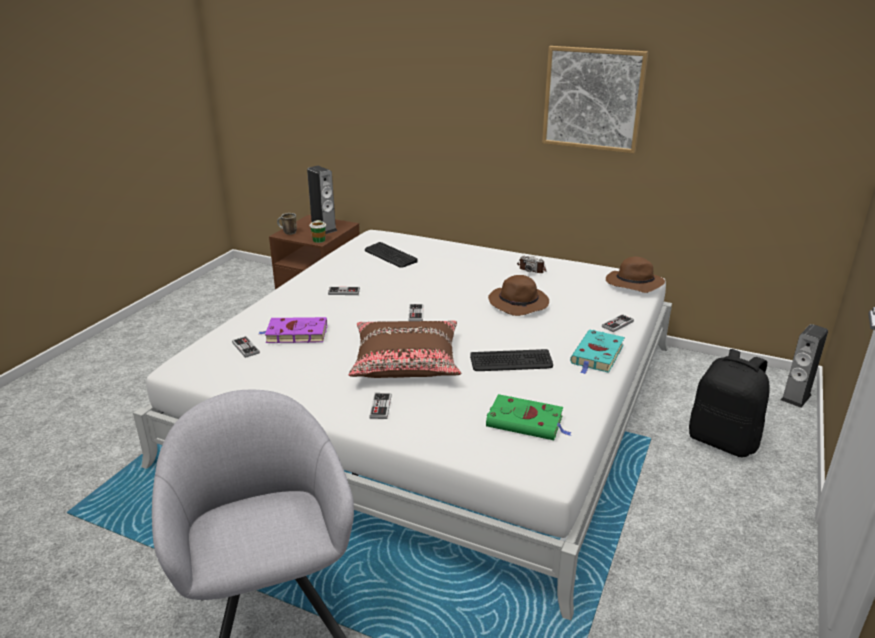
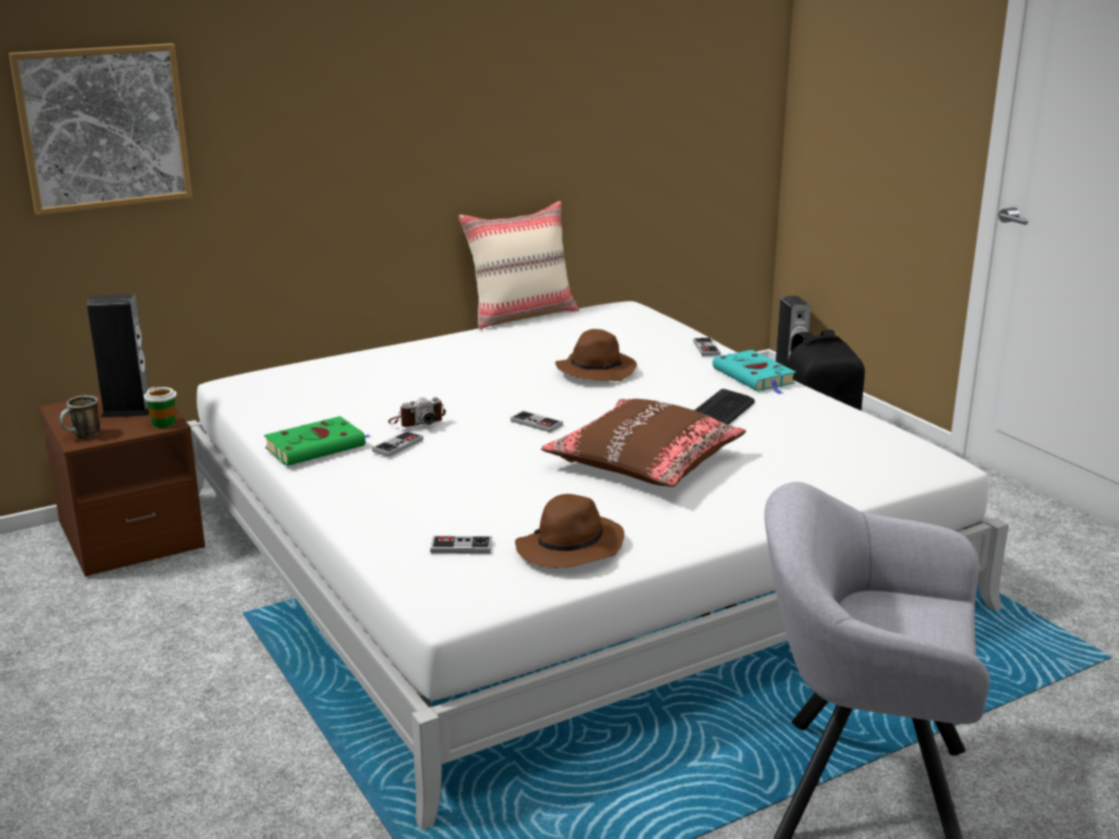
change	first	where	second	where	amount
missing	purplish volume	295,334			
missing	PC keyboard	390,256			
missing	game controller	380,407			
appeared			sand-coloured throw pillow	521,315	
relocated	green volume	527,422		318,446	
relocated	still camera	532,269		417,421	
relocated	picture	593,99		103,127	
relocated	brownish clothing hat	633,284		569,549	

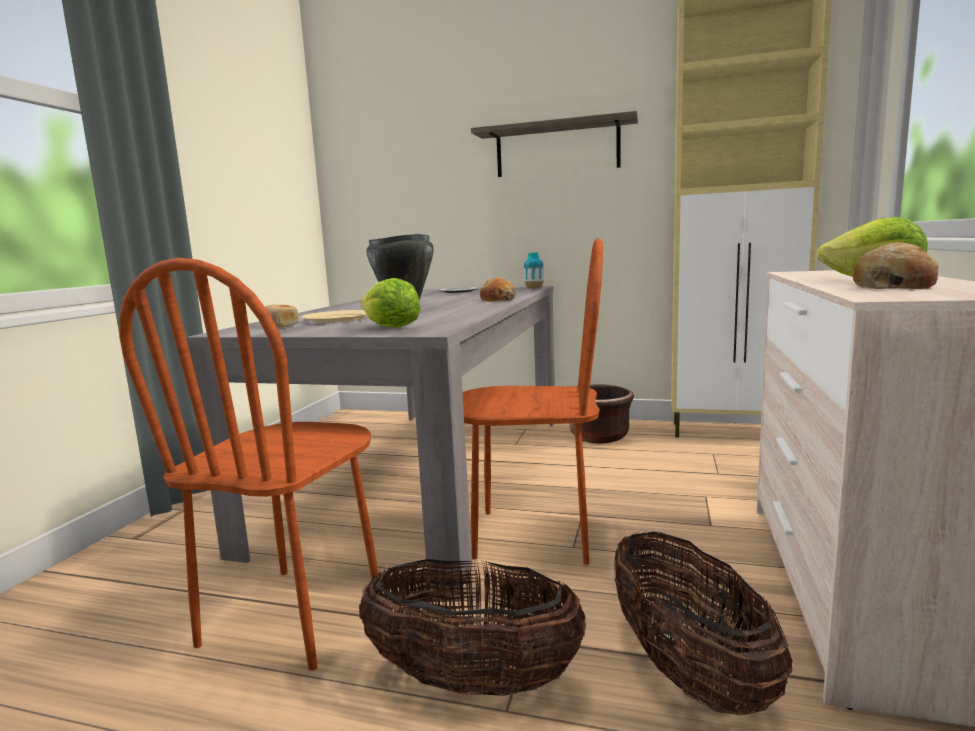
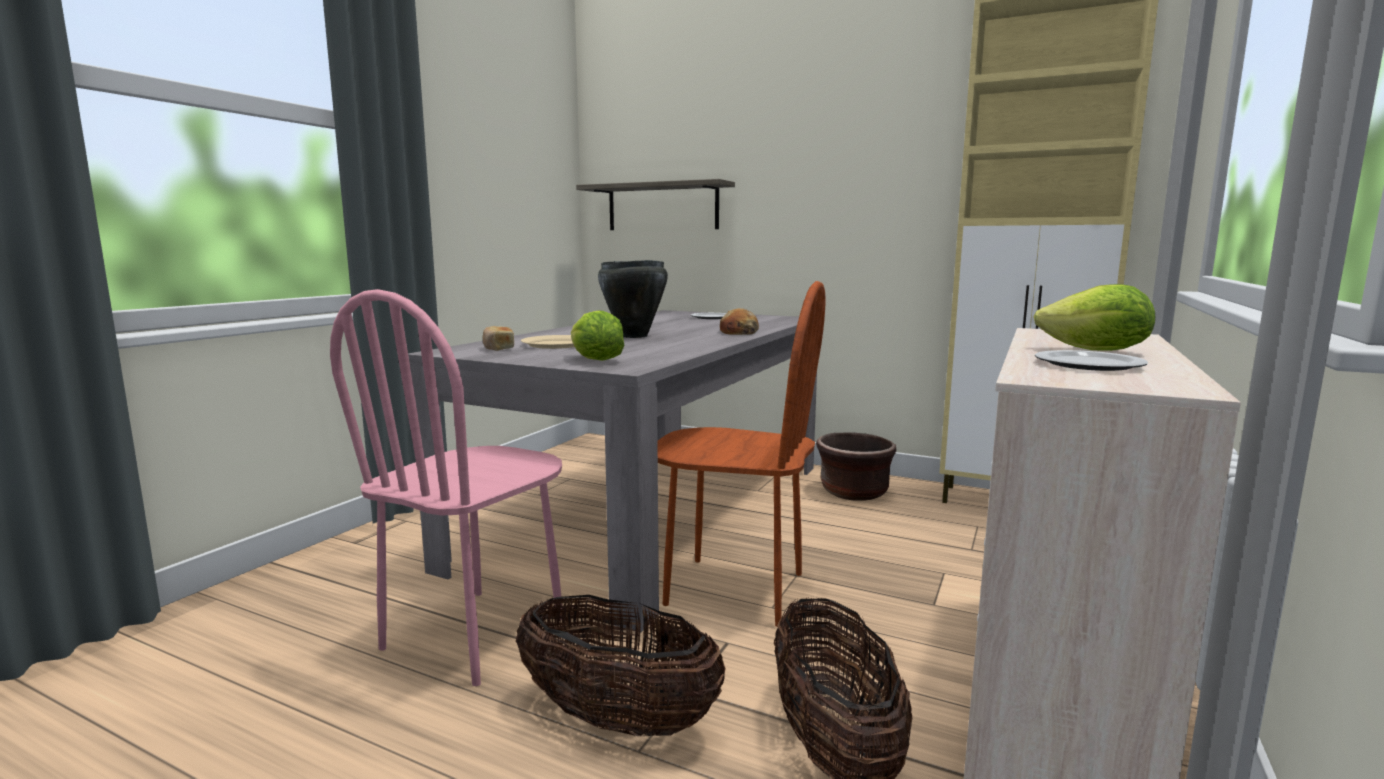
change	first	where	second	where	amount
missing	decorative vase	534,288			
relocated	bracket shelf	557,149		662,207	
exchanged	bread	893,286	flat dish	1086,364	
colour	brownish upright chair	294,614	pink-coloured upright chair	475,633	

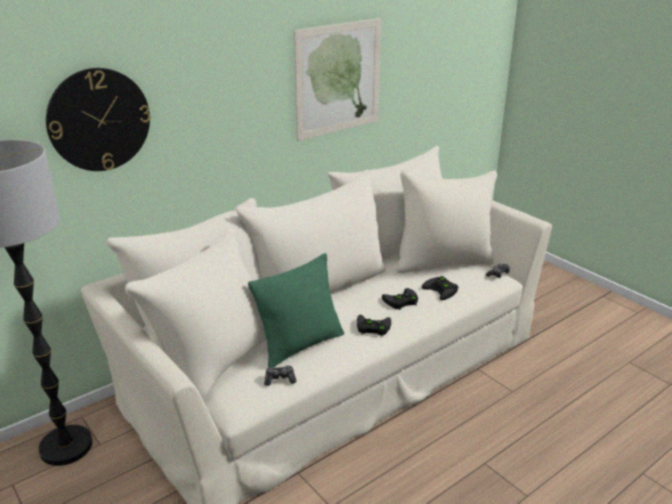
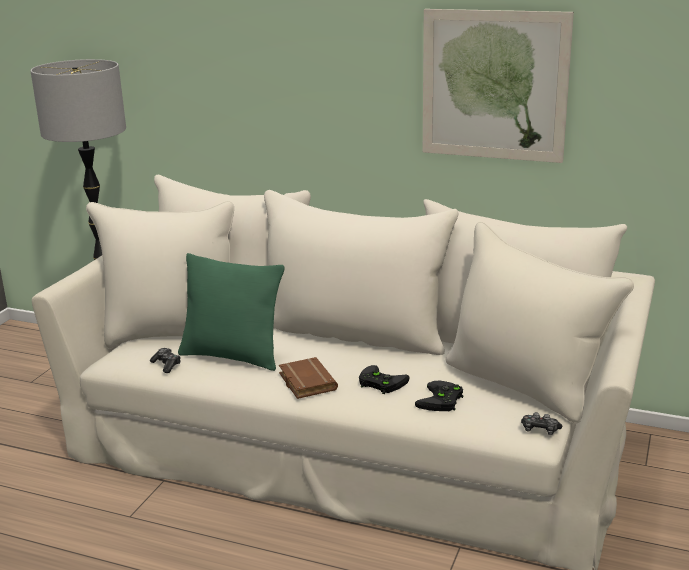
change	first	where	second	where	amount
missing	wall clock	99,120			
exchanged	black game controller	372,327	brownish volume	305,382	

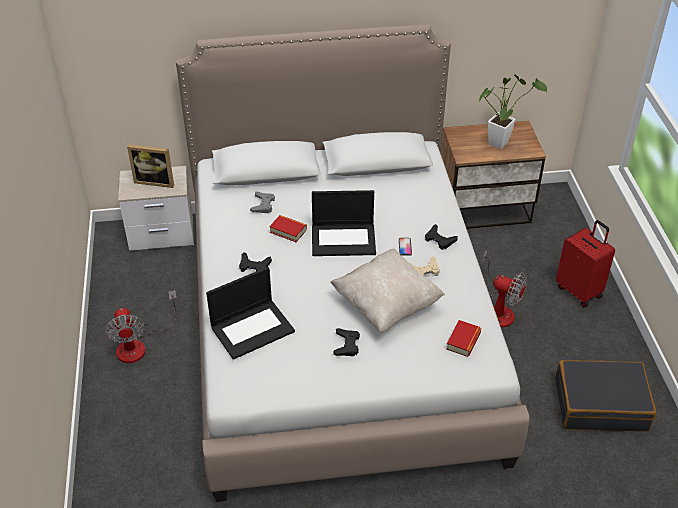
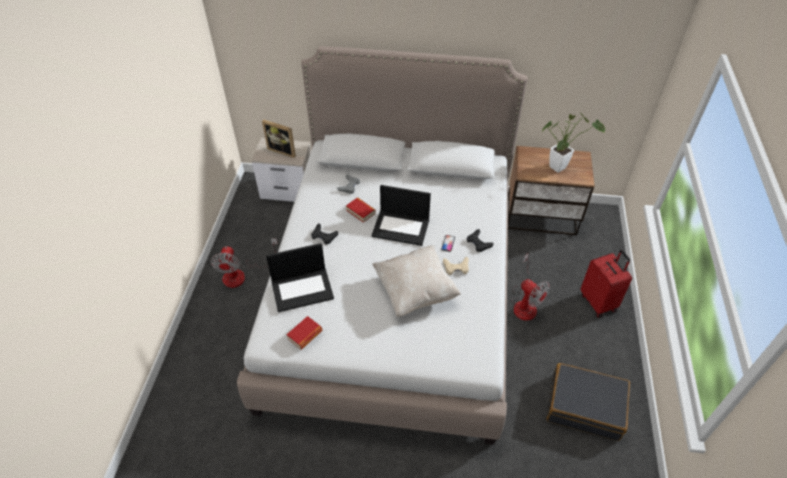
change	first	where	second	where	amount
missing	black game controller	346,345			
relocated	volume	463,341		305,335	

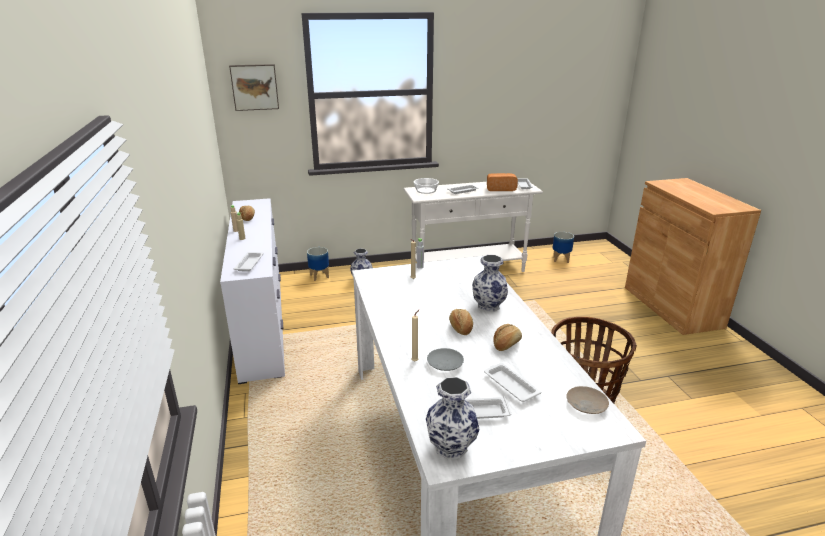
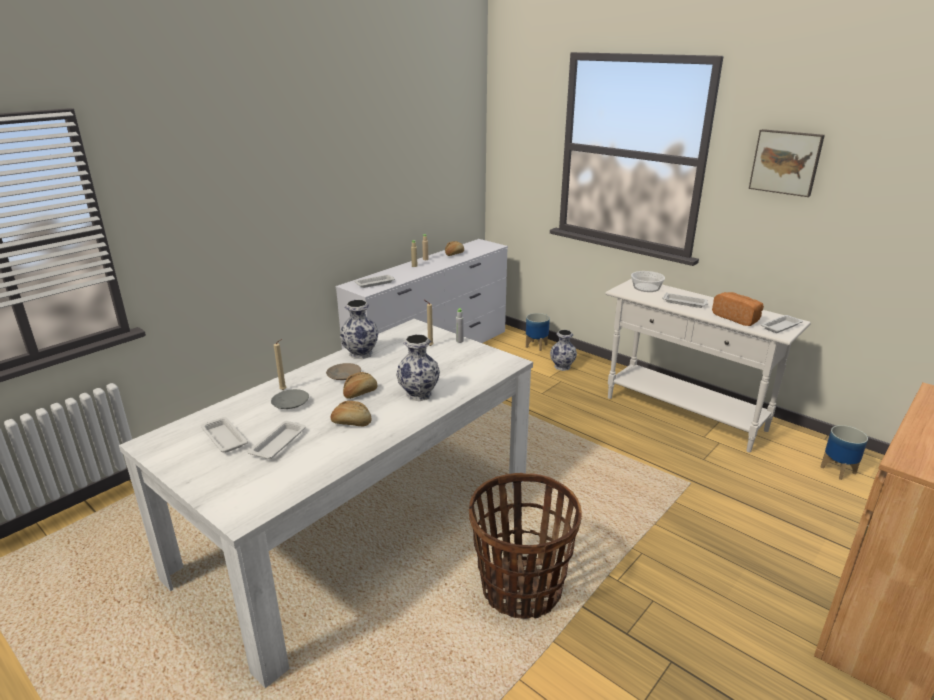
change	first	where	second	where	amount
relocated	picture	254,87		786,162	
relocated	decorative vase	451,446		361,353	
relocated	sand-coloured flat dish	586,405		343,376	

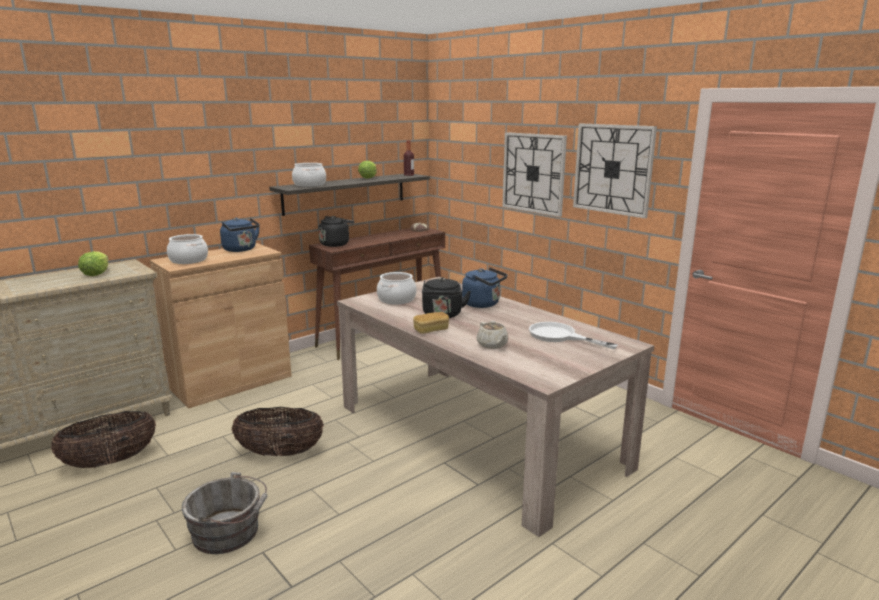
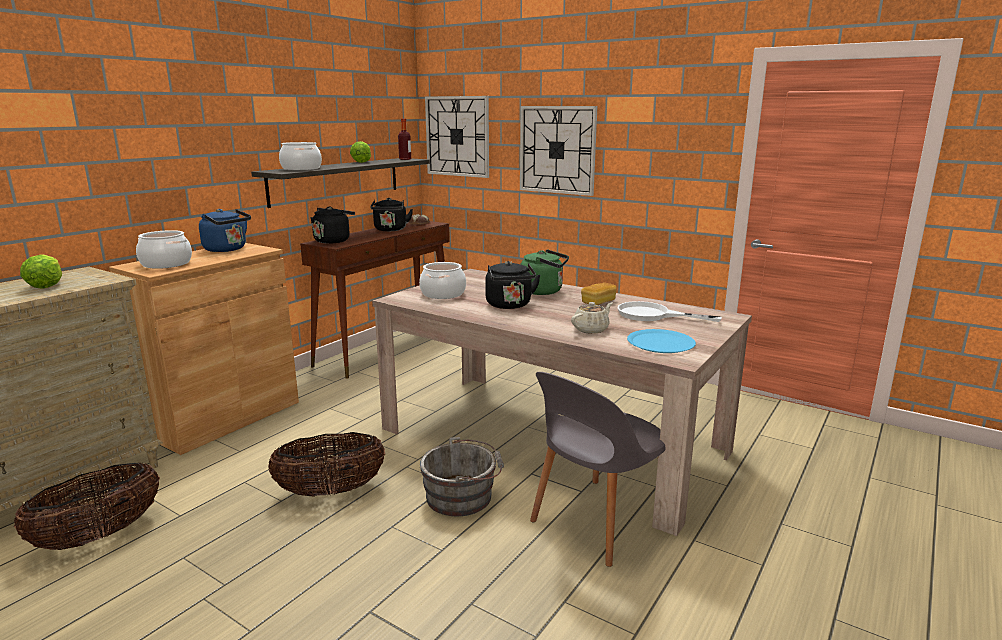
change	first	where	second	where	amount
appeared			black tea kettle	390,230	
appeared			greyish upright chair	597,521	
appeared			bluish flat dish	660,343	
relocated	greyish pail	229,532		463,497	
relocated	bread	431,330		598,302	
relocated	wall clock	613,169		457,136	
colour	bluish tea kettle	483,304	green tea kettle	544,291	
spun	sand-coloured tea pot	492,345		591,329	90 degrees counterclockwise

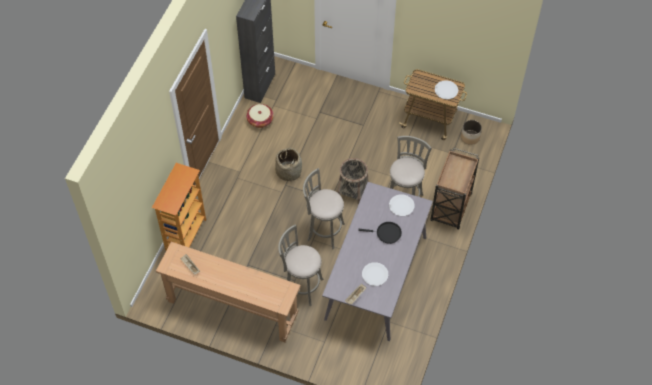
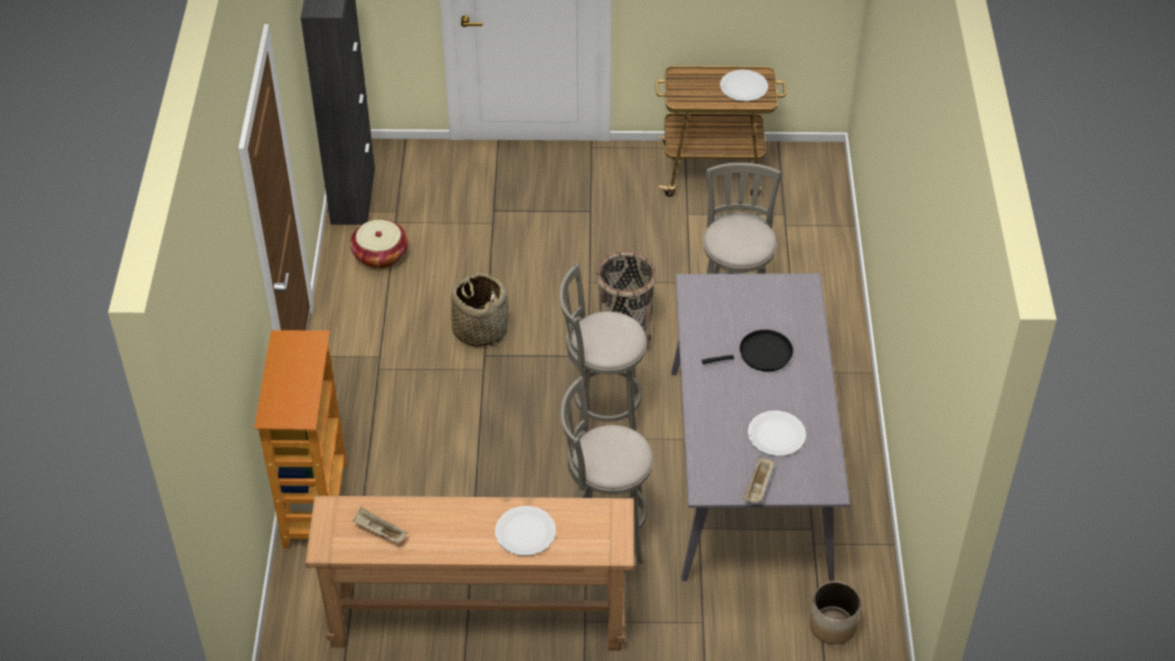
change	first	where	second	where	amount
missing	brownish trolley	451,208			
relocated	white-coloured flat dish	401,206		525,532	
relocated	flower pot	470,137		832,625	

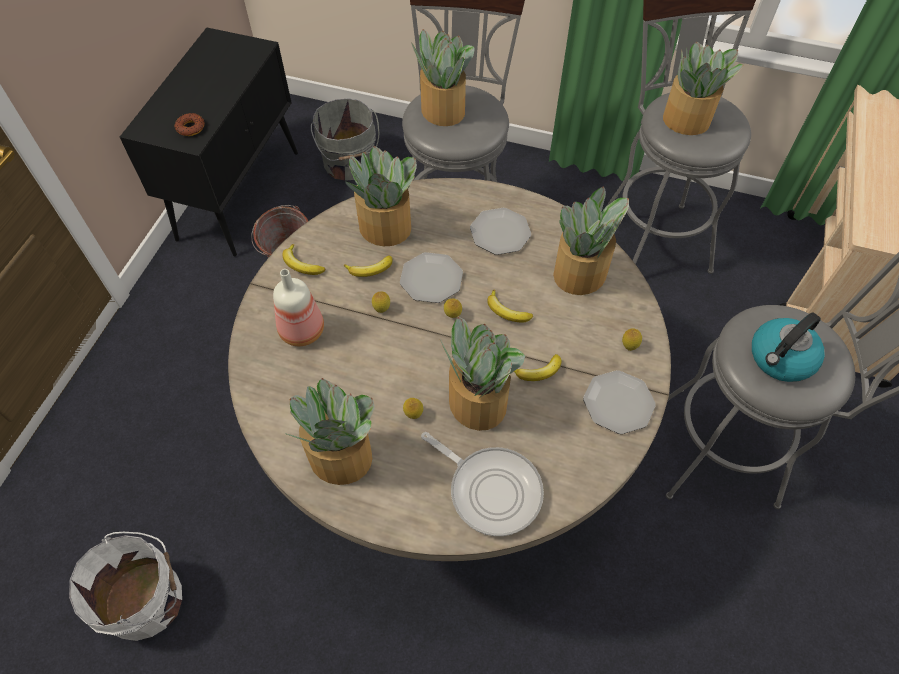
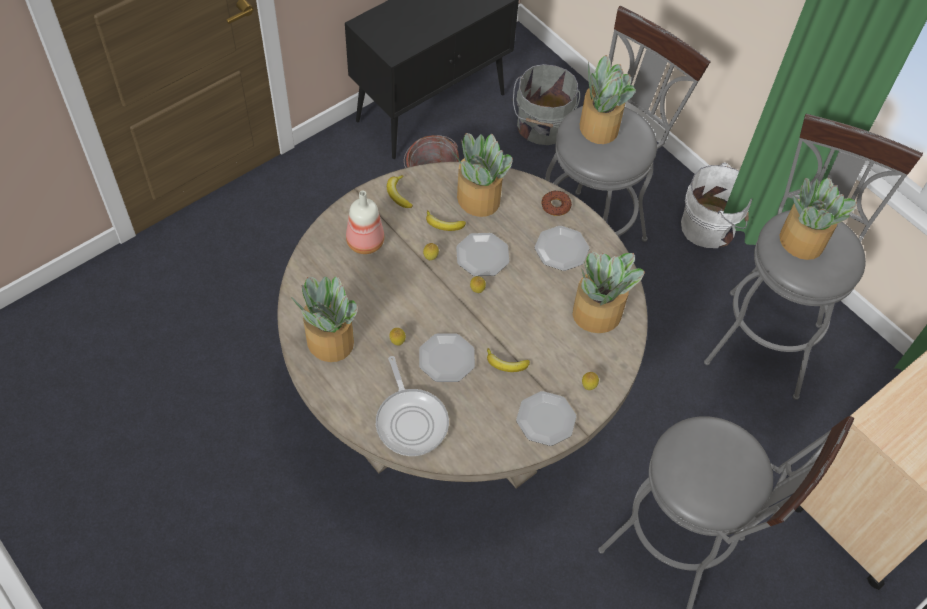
change	first	where	second	where	amount
missing	banana	506,312			
missing	tea kettle	780,359			
relocated	white-coloured pail	148,599		711,226	
relocated	ring doughnut	190,128		555,206	
exchanged	houseplant	477,402	flat dish	447,359	

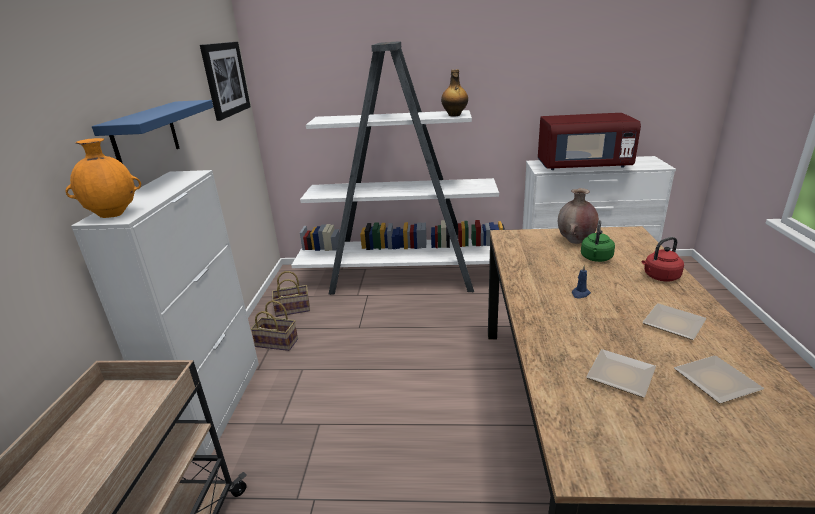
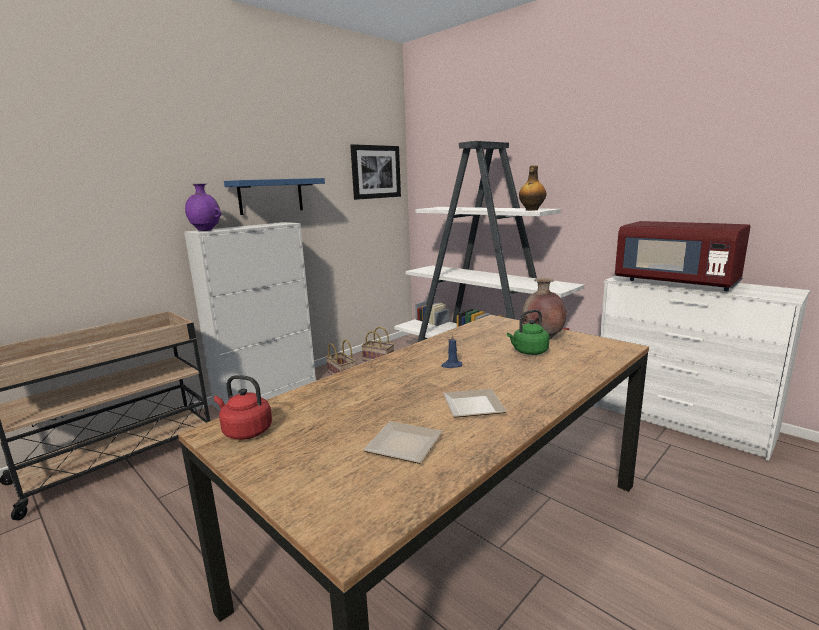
change	first	where	second	where	amount
missing	flat dish	622,377			
relocated	red-coloured tea kettle	659,277		245,431	
colour	orangey decorative vase	114,214	purplish decorative vase	206,230	

